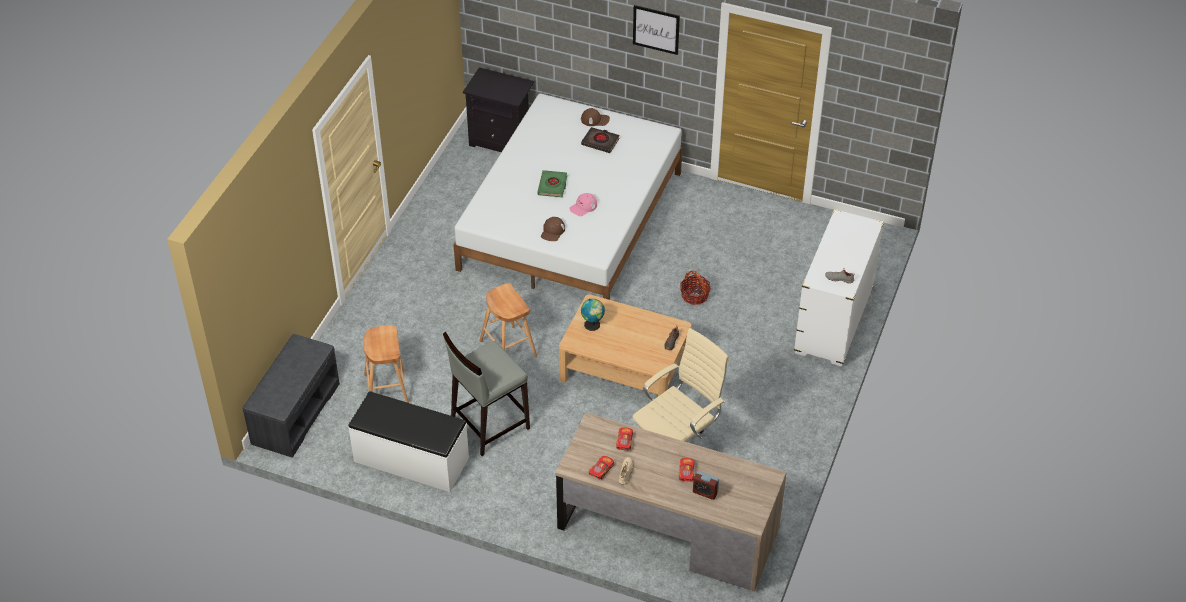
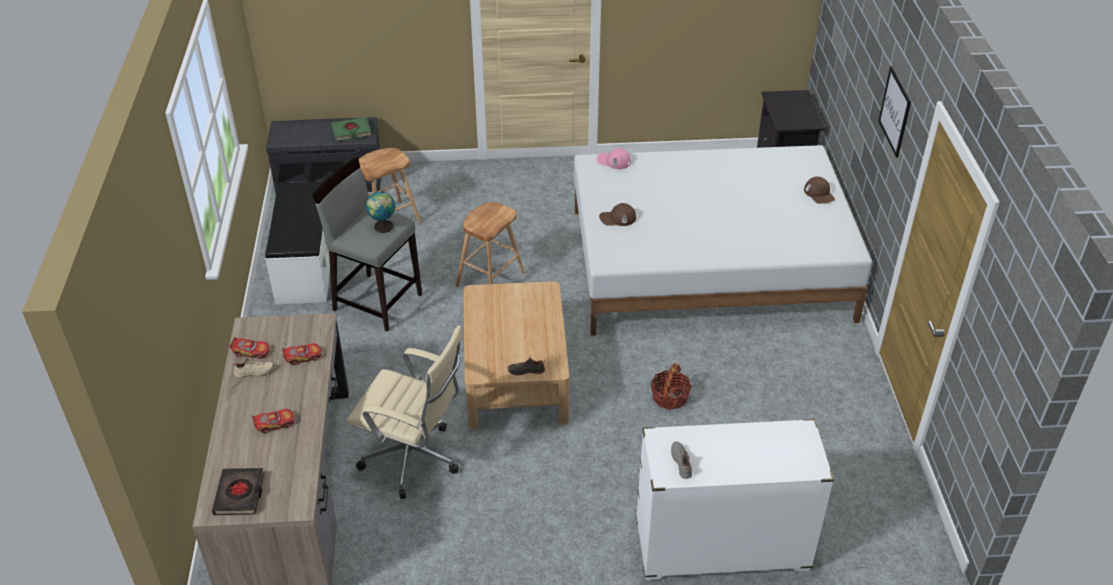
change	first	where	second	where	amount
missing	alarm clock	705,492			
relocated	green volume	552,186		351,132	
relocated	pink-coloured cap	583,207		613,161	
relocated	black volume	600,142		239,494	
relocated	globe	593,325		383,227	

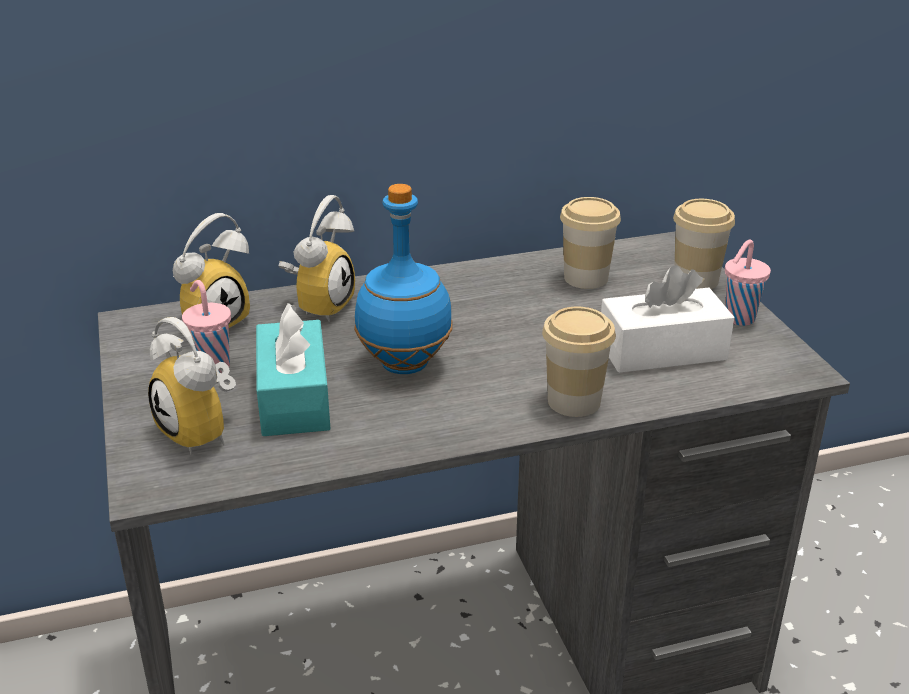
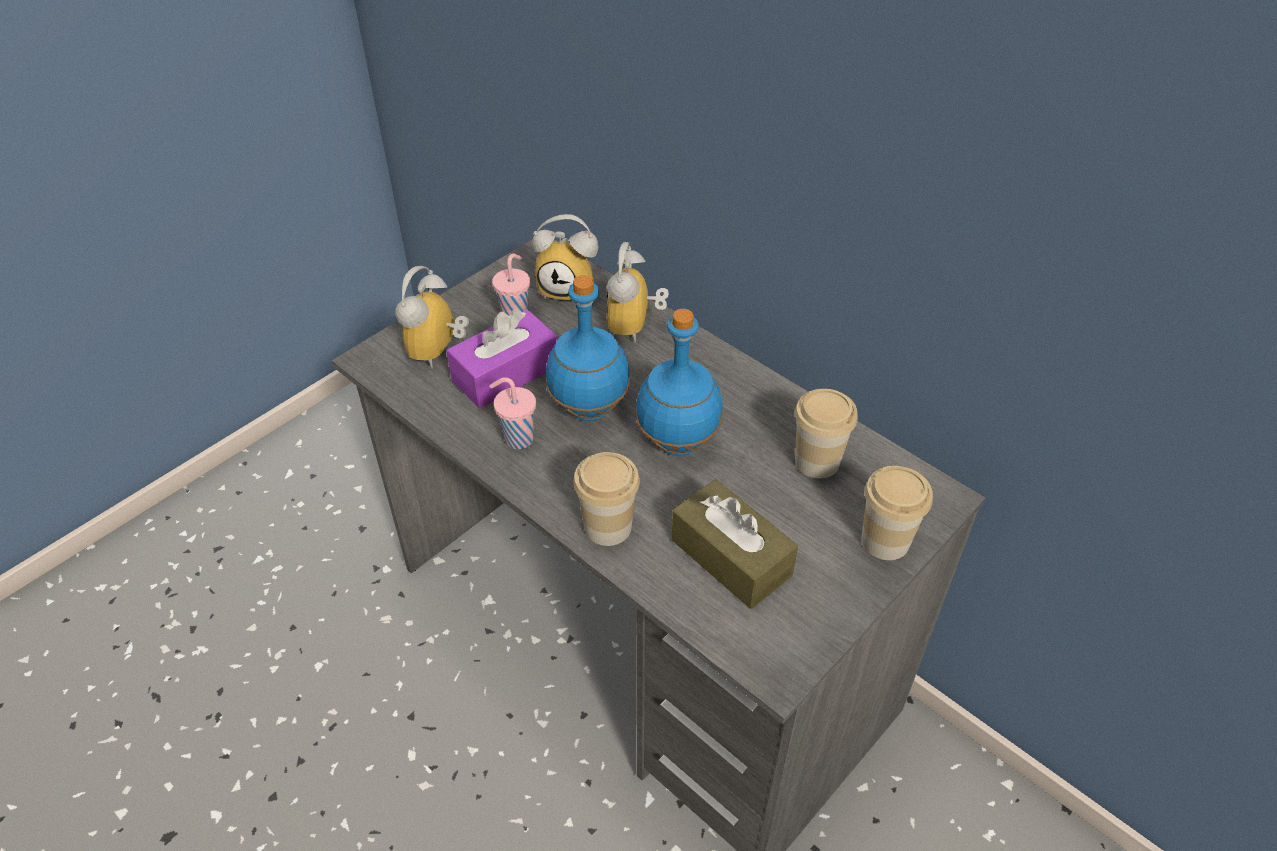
change	first	where	second	where	amount
appeared			bluish beverage bottle	676,443	
relocated	pink-coloured drinking cup	738,319		517,439	
colour	turquoise tissue holder	294,398	purplish tissue holder	505,373	
colour	white-coloured tissue holder	662,351	brownish tissue holder	731,557	
spun	alarm clock	319,305		636,327	105 degrees clockwise

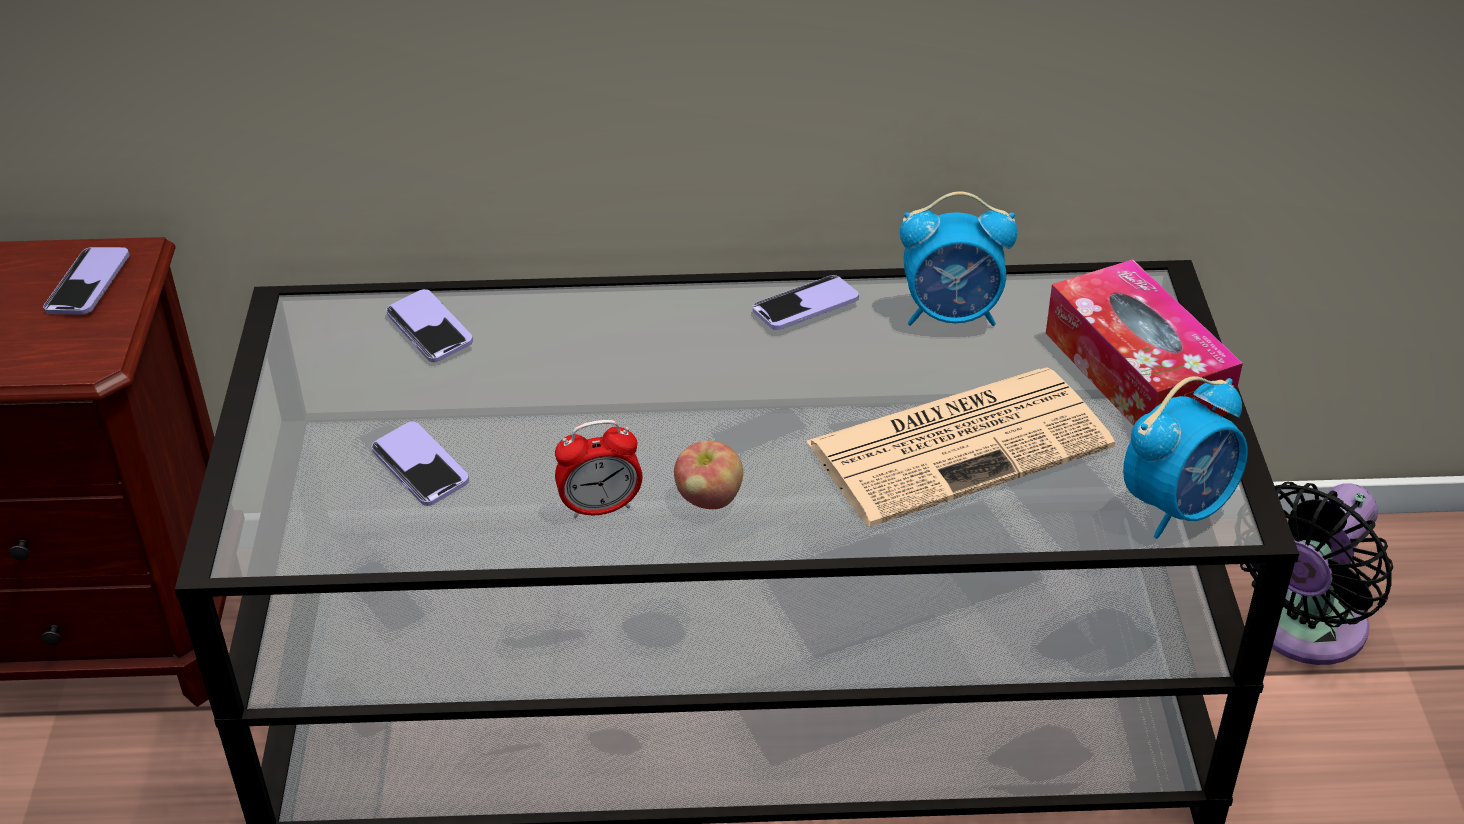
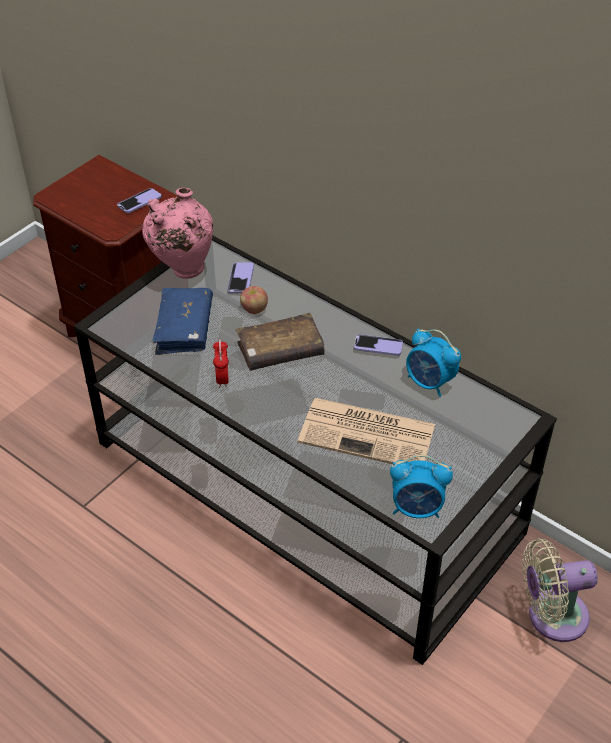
change	first	where	second	where	amount
missing	tissue holder	1136,372			
appeared			pink-coloured decorative vase	183,270	
appeared			brownish volume	280,351	
relocated	apple	709,498		254,309	
exchanged	telephone	420,466	bluish volume	184,328	
colour	black electric fan	1301,629	sand-coloured electric fan	551,616	
spun	alarm clock	601,507		222,378	120 degrees counterclockwise

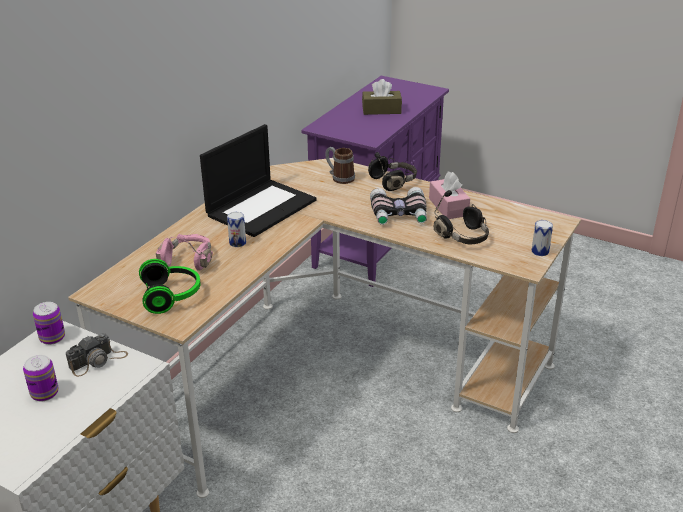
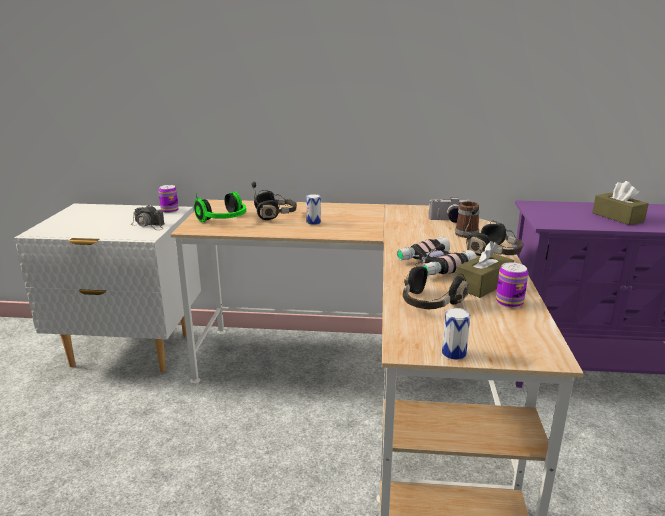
change	first	where	second	where	amount
missing	laptop	261,207			
appeared			still camera	448,221	
relocated	metal can	44,393		509,302	
colour	pink-coloured headset	189,260	black headset	275,215	
colour	pink-coloured tissue holder	448,207	brownish tissue holder	483,285	

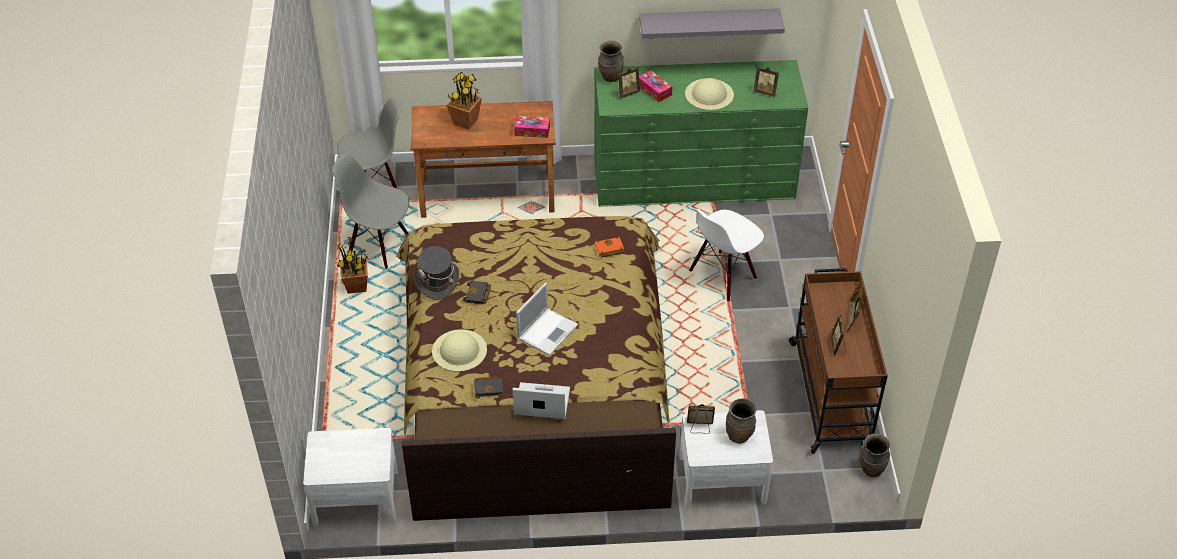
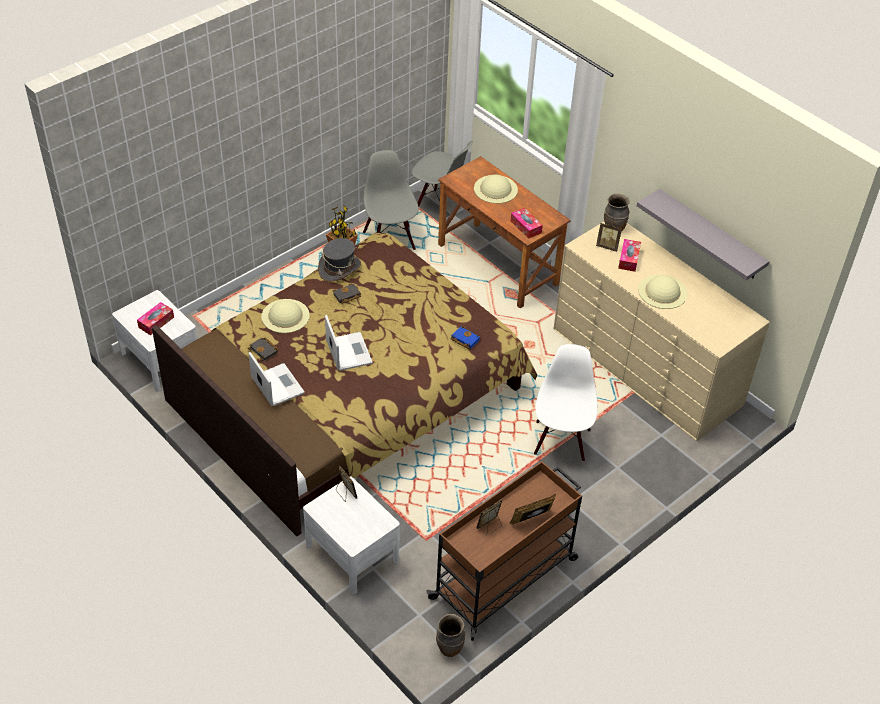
change	first	where	second	where	amount
missing	brownish decorative vase	739,436			
missing	picture frame	765,92			
appeared			tissue holder	156,322	
exchanged	houseplant	465,121	sand-coloured clothing hat	495,189	
colour	green chest of drawers	693,178	sand-coloured chest of drawers	646,366	
colour	orangey volume	609,249	bluish volume	464,339	
spun	laptop	548,331		348,351	105 degrees counterclockwise
spun	white-coloured upright chair	723,276		561,441	90 degrees clockwise

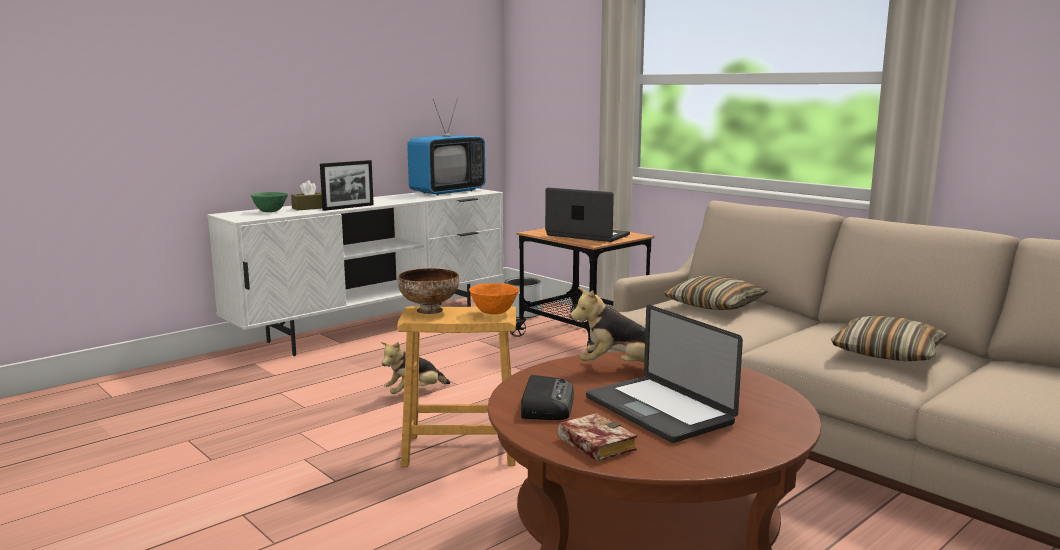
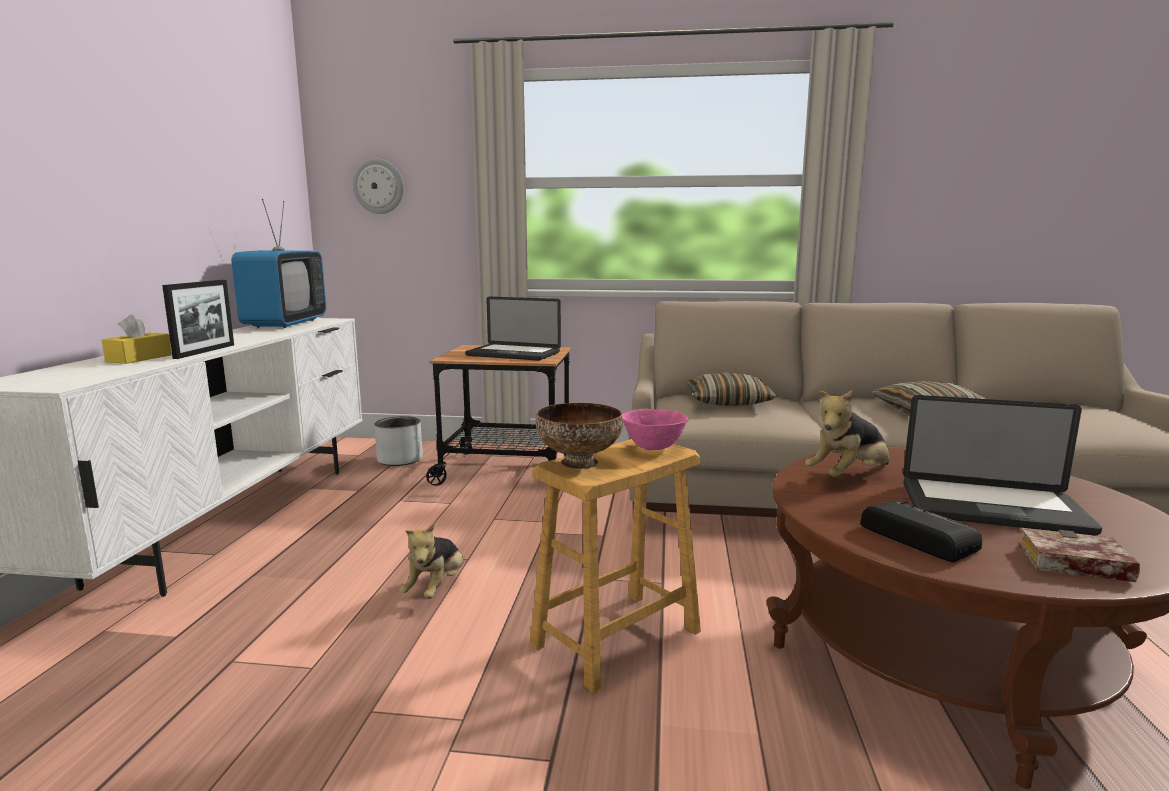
change	first	where	second	where	amount
missing	green deep dish	270,211			
appeared			wall clock	378,186	
colour	brownish tissue holder	310,208	yellow-coloured tissue holder	139,358	
colour	orangey deep dish	494,313	pink-coloured deep dish	653,447	
spun	laptop	587,235		513,354	150 degrees counterclockwise

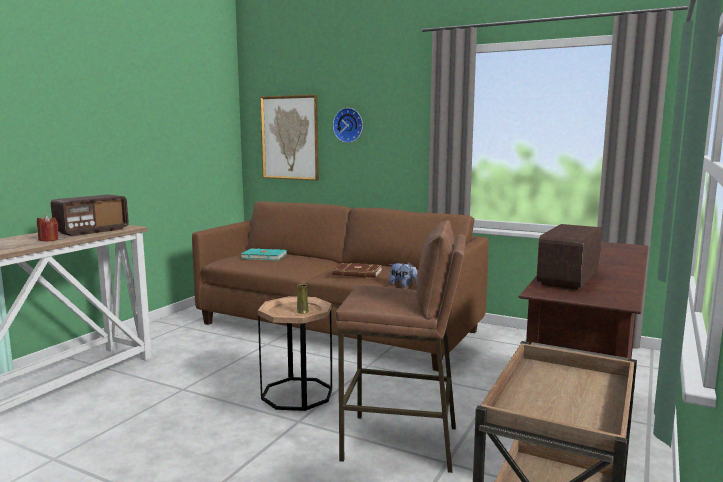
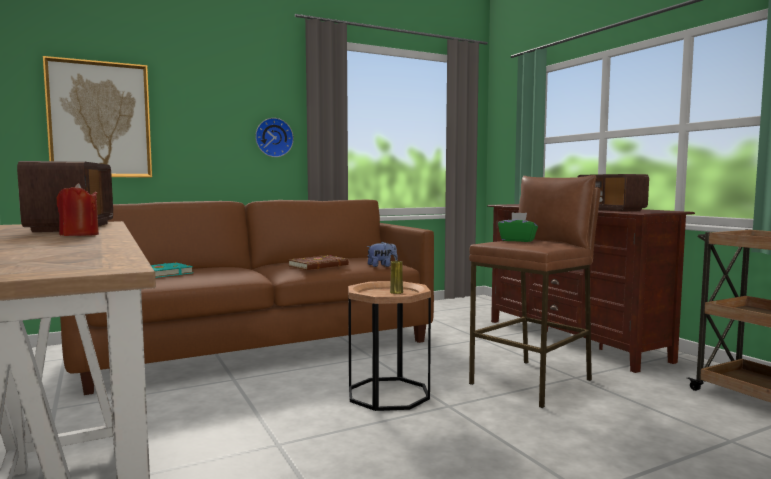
change	first	where	second	where	amount
appeared			green tissue holder	517,240	
relocated	wall clock	349,125		273,137	

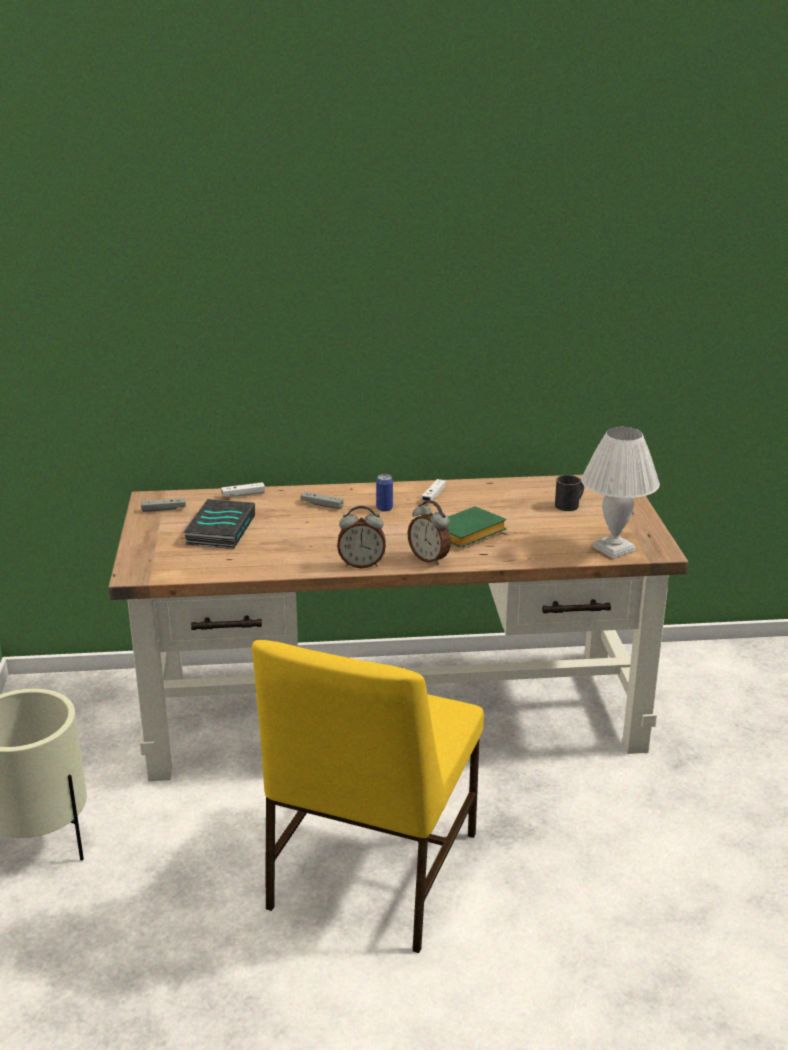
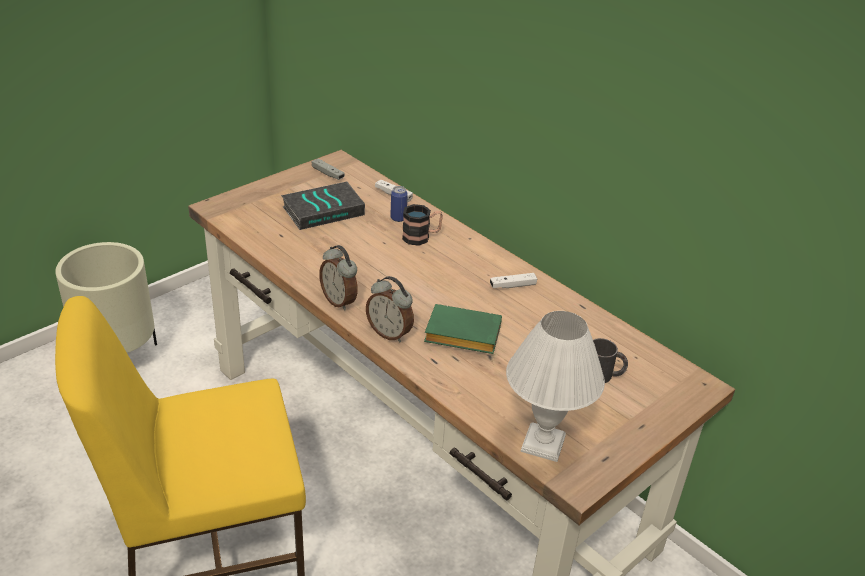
change	first	where	second	where	amount
relocated	metal can	384,508		398,218	
exchanged	greyish game controller	322,505	tea mug	421,237	
spun	alarm clock	429,558		390,333	60 degrees counterclockwise

